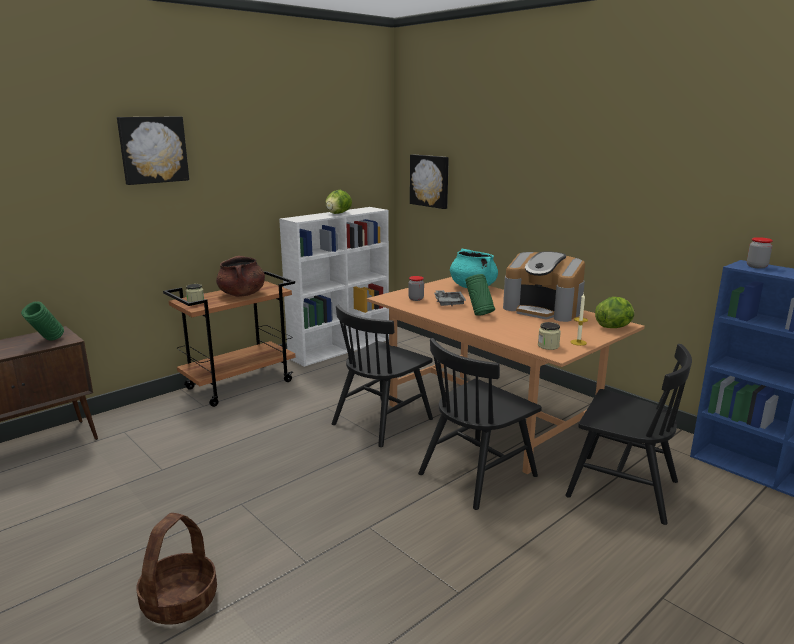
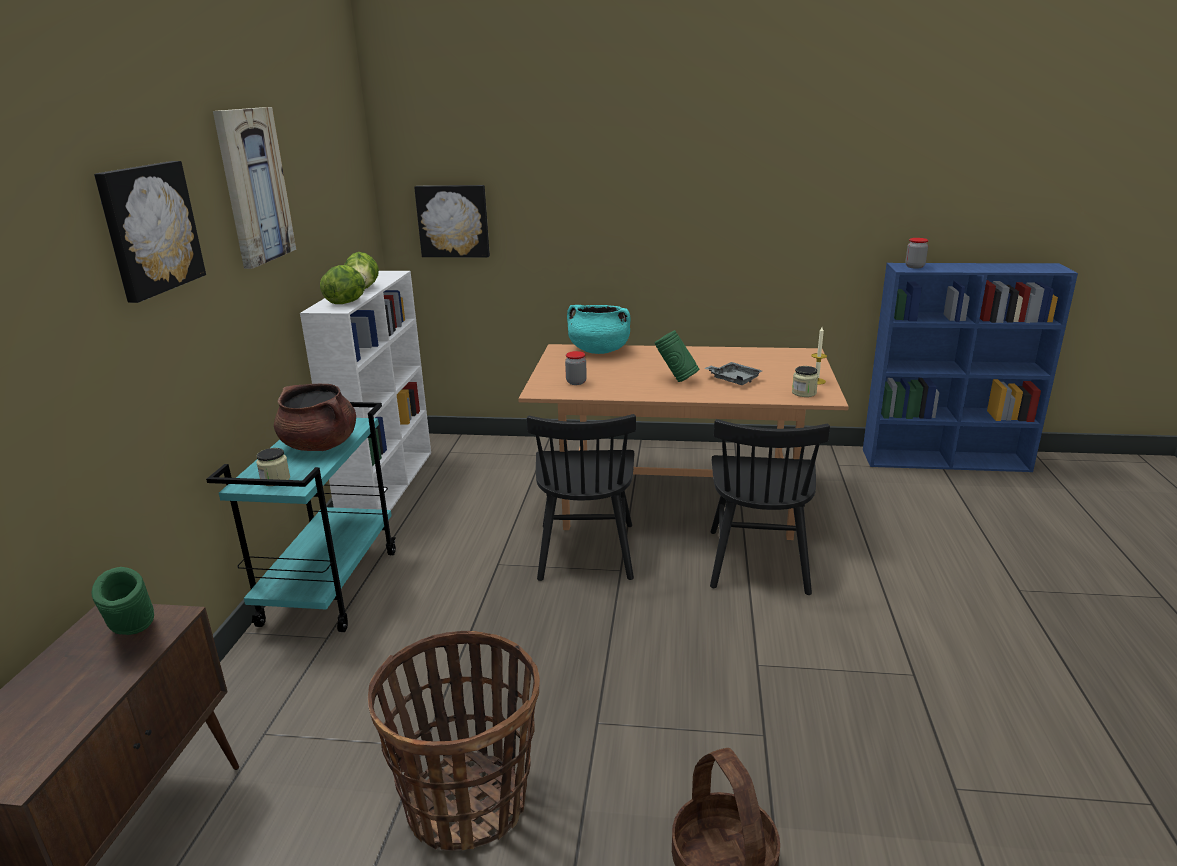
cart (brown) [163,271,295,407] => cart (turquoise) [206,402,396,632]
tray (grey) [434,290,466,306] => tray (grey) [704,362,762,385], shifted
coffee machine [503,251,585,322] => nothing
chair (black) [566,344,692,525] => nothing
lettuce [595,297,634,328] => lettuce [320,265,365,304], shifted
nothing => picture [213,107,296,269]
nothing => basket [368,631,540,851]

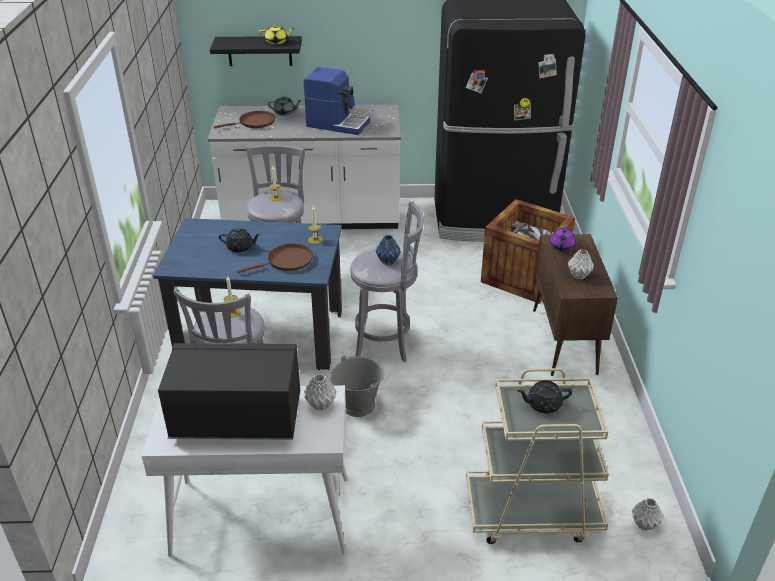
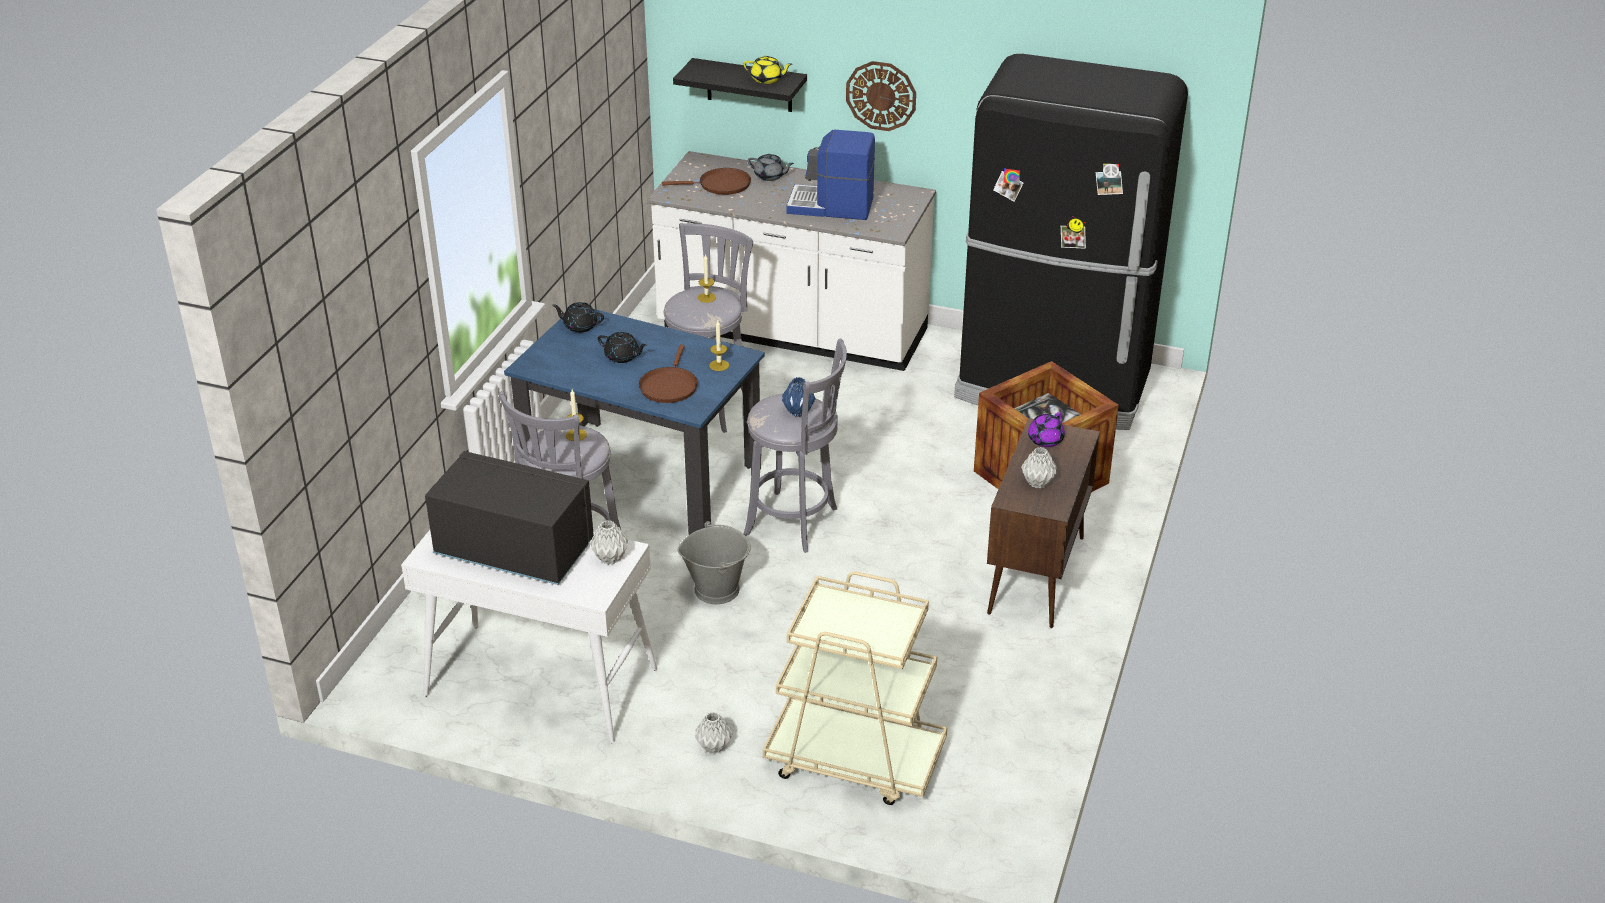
frying pan (brown) [237,244,313,273] => frying pan (brown) [639,345,698,403], 105 degrees clockwise
coffee machine [304,67,370,135] => coffee machine [786,130,875,220], 150 degrees clockwise
teapot (black) [517,380,572,413] => teapot (black) [552,302,604,333], shifted
vase (grey) [632,498,663,531] => vase (grey) [695,712,732,754], shifted
nothing => wall clock [846,61,916,131]

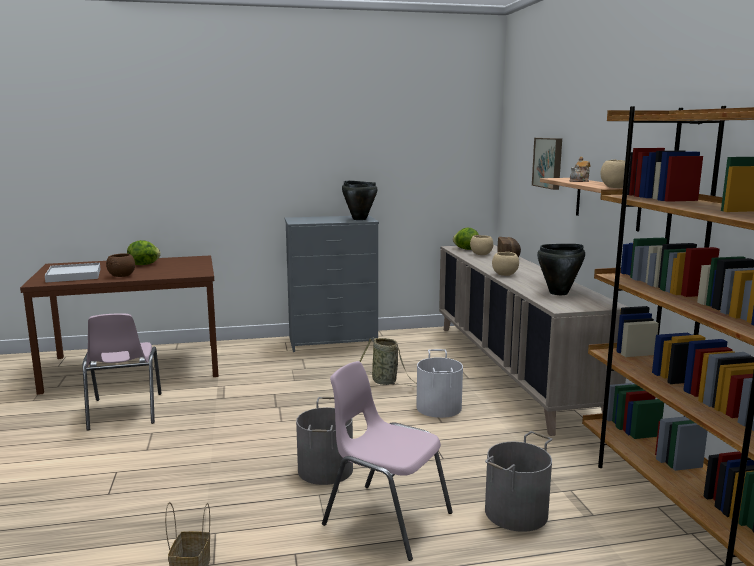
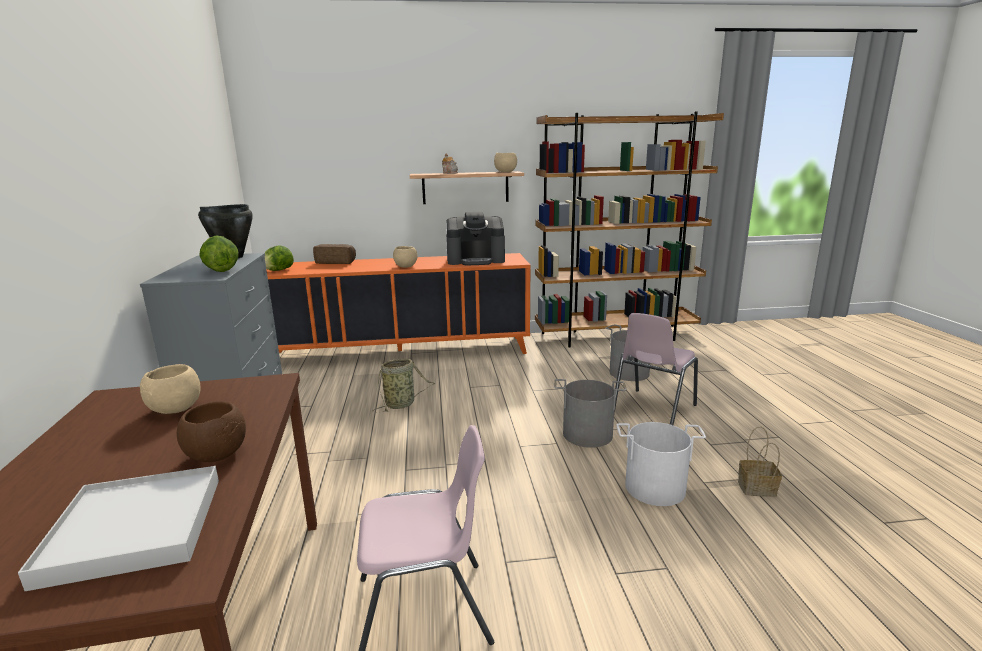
lettuce [127,240,161,265] => lettuce [199,236,239,272], shifted
bucket (white) [416,349,463,418] => bucket (white) [617,422,706,506], shifted
cabinet (beige) [439,245,627,436] => cabinet (orange) [266,253,530,354]
bowl (beige) [470,235,493,255] => bowl (beige) [140,364,201,414], shifted
picture [532,138,562,190] => nothing
cooking pot (black) [537,244,585,295] => coffee machine [446,212,505,265]

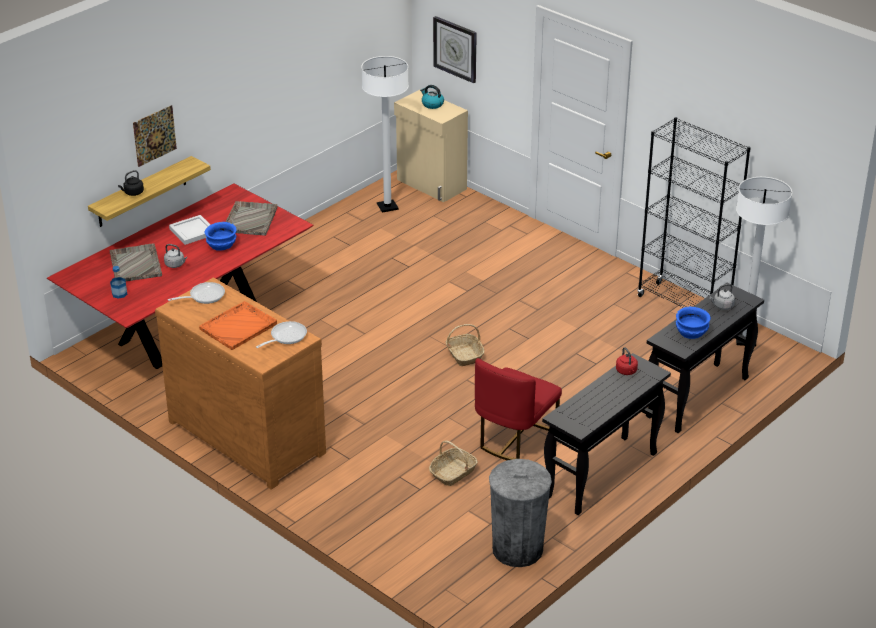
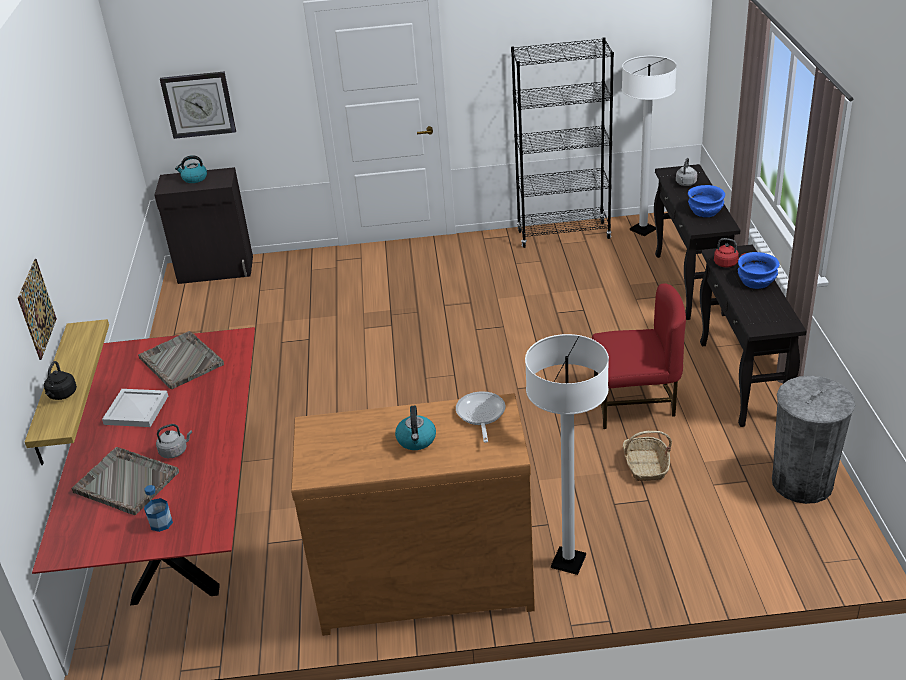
frying pan [168,282,225,304] => nothing
tray (orange) [199,301,277,350] => kettle [395,406,436,450]
bowl (blue) [205,222,237,251] => bowl (blue) [738,252,780,289], shifted
floor lamp (white) [361,56,409,213] => floor lamp (white) [525,334,609,575], shifted
cabinet (beige) [394,90,468,202] => cabinet (black) [154,167,253,284]
basket [446,324,485,366] => nothing
chair (red) [475,358,562,460] => chair (red) [592,283,686,429], 75 degrees counterclockwise

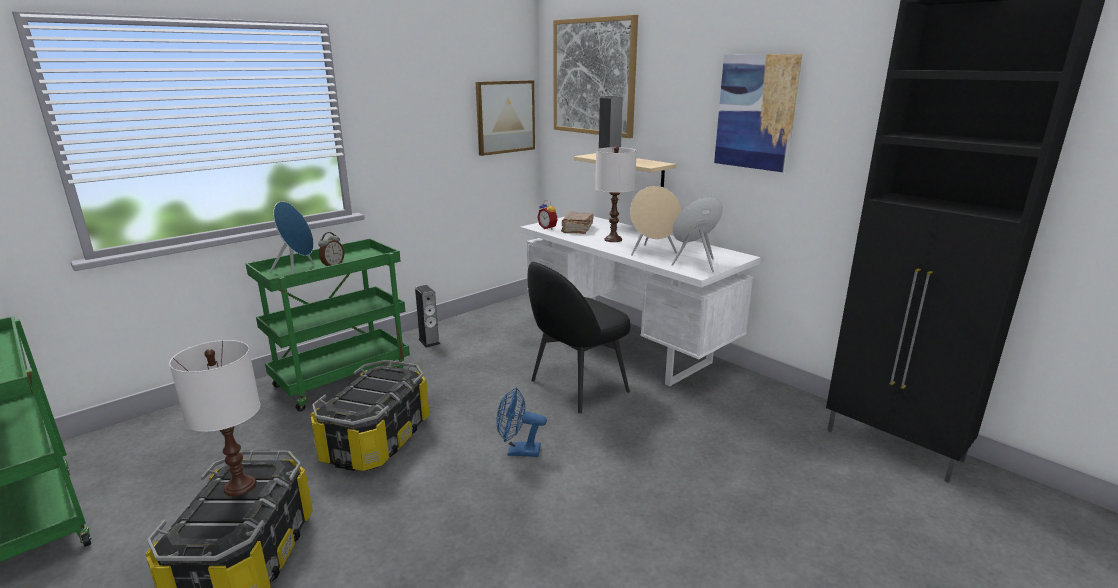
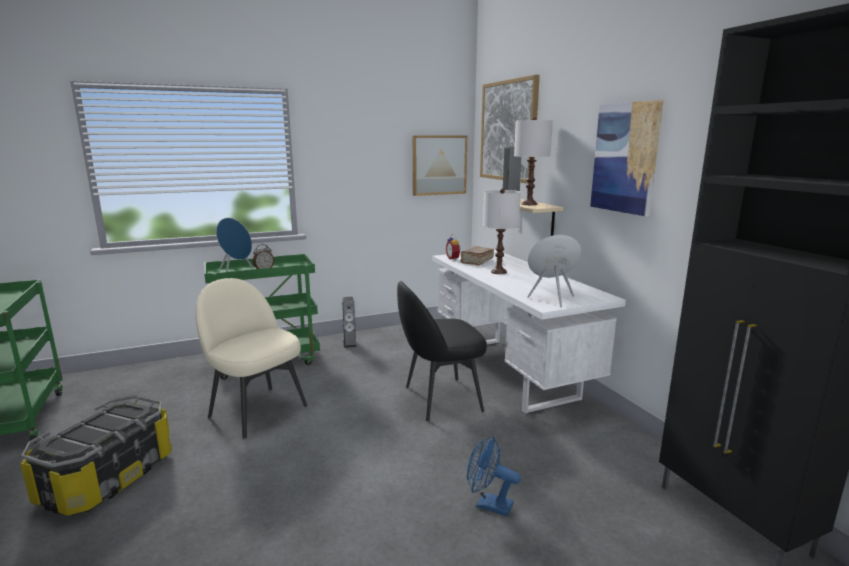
table lamp (white) [169,340,260,496] => table lamp (white) [514,117,553,205], shifted
storage box [310,360,430,471] => chair (beige) [196,278,308,439]
fan (blue) [496,387,547,457] => fan (blue) [467,436,521,517], shifted
speaker (beige) [630,186,681,256] => nothing

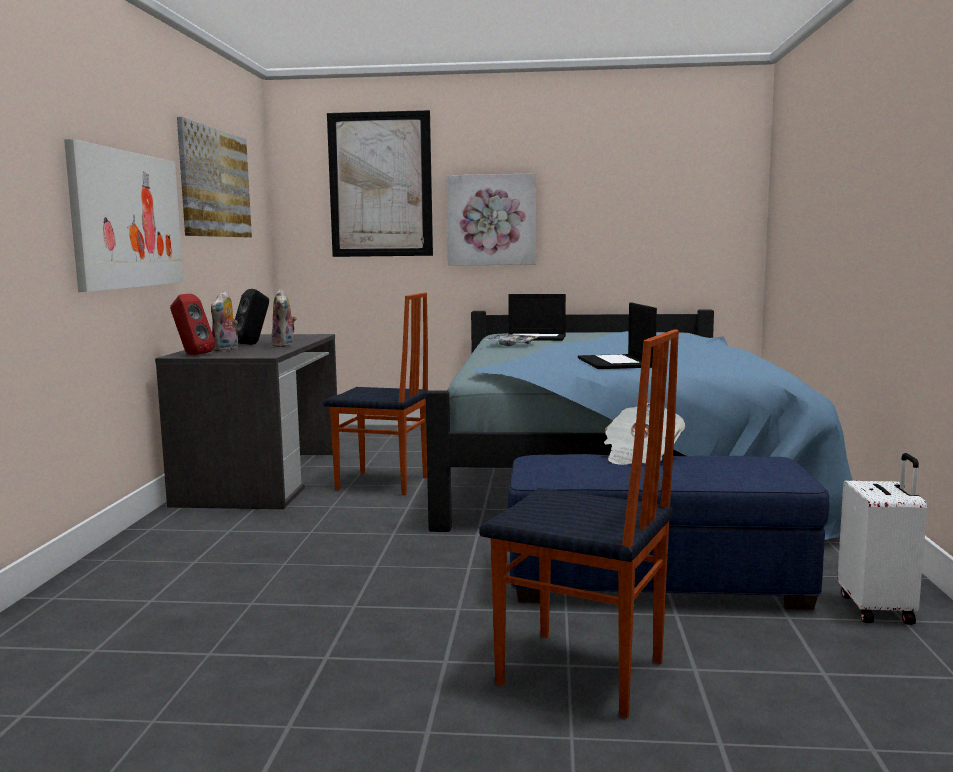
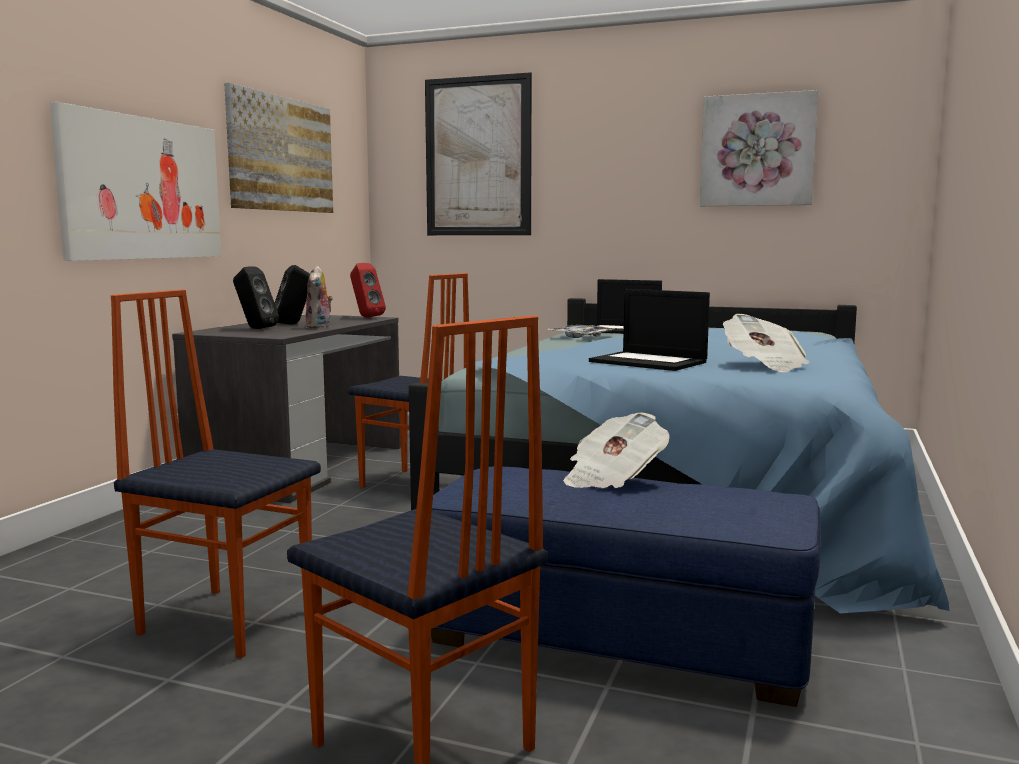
speaker (red) [170,294,215,355] => speaker (red) [350,263,386,318], shifted
plush toy [211,291,238,351] => speaker (black) [233,266,279,329]
picture [446,173,536,266] => picture [700,90,818,206], shifted
laptop [578,302,657,369] => laptop [589,289,710,371], 60 degrees counterclockwise
suitcase (white) [837,453,927,625] => nothing
nothing => chair [111,289,321,658]
nothing => newspaper [723,314,810,372]

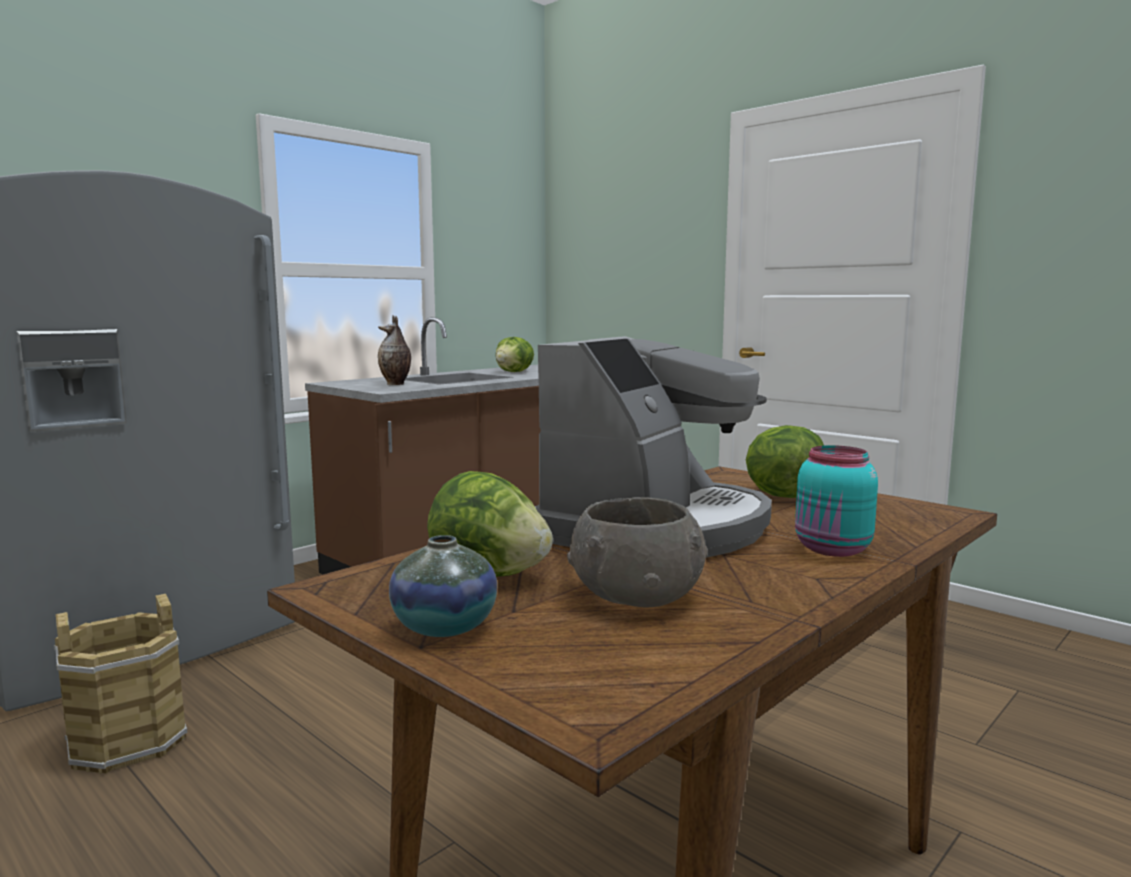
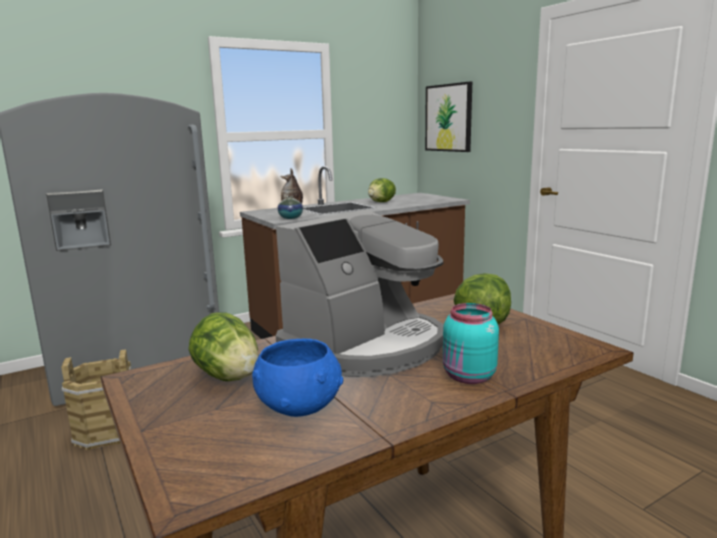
vase [389,535,497,637] => vase [278,196,303,219], shifted
bowl (grey) [567,497,708,608] => bowl (blue) [252,339,343,417]
nothing => picture [425,82,472,152]

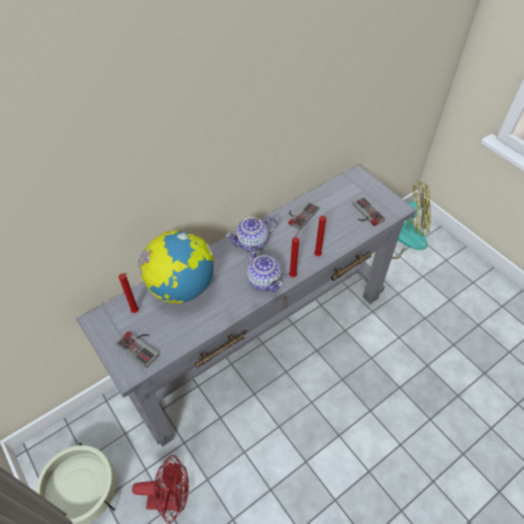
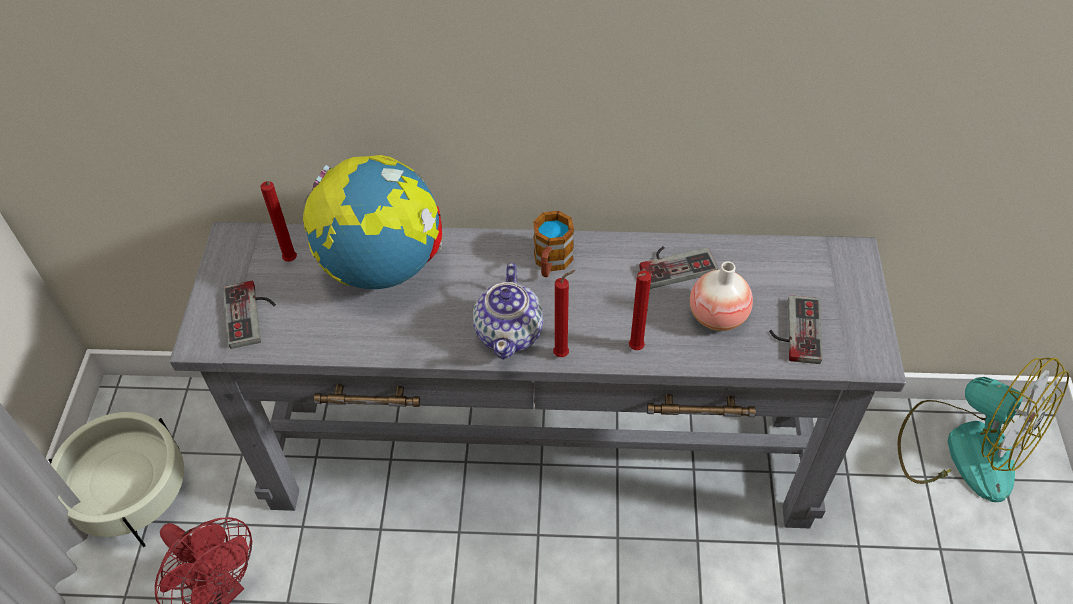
teapot [226,217,277,251] => mug [533,211,574,277]
nothing => vase [690,261,753,331]

